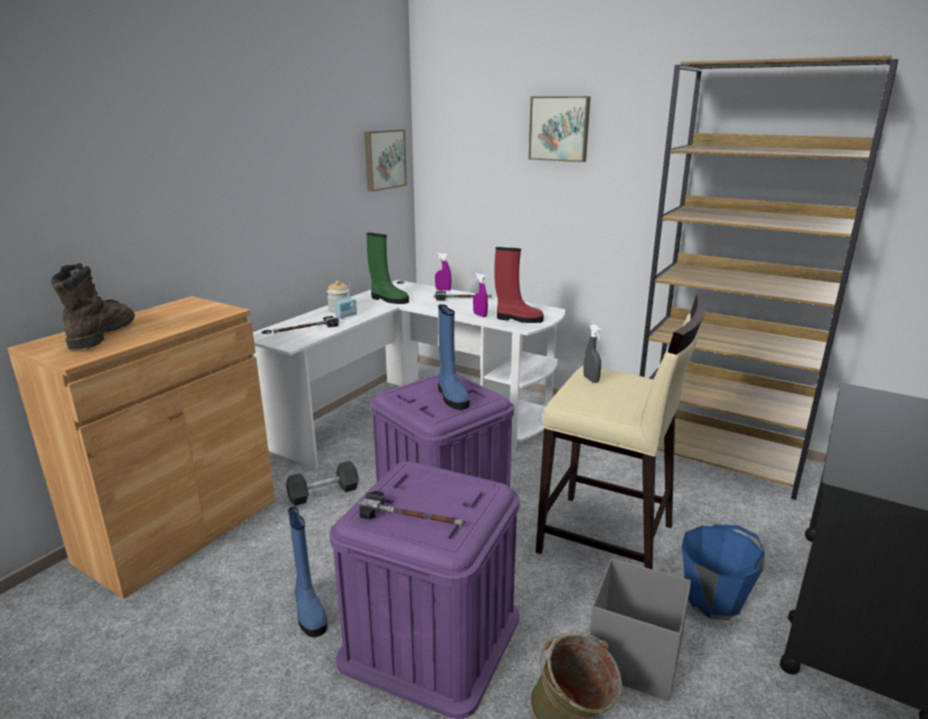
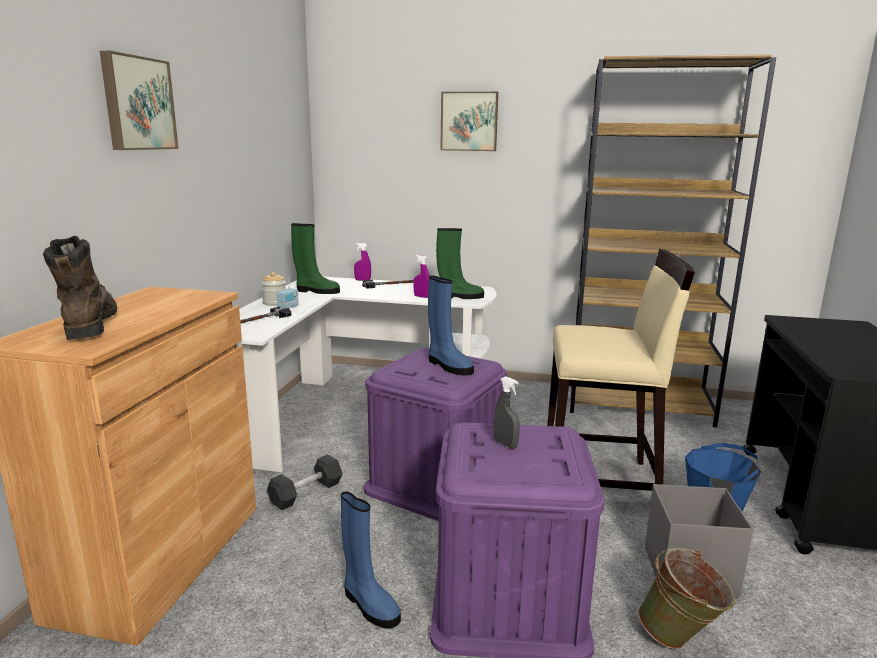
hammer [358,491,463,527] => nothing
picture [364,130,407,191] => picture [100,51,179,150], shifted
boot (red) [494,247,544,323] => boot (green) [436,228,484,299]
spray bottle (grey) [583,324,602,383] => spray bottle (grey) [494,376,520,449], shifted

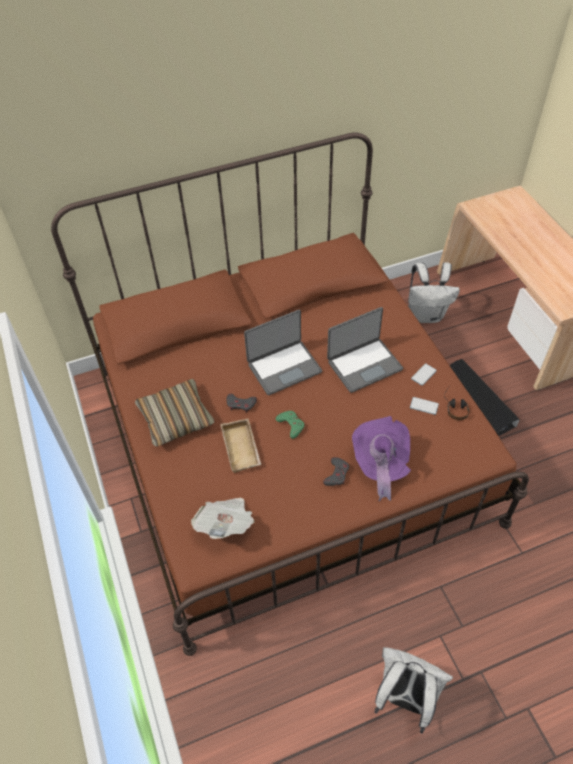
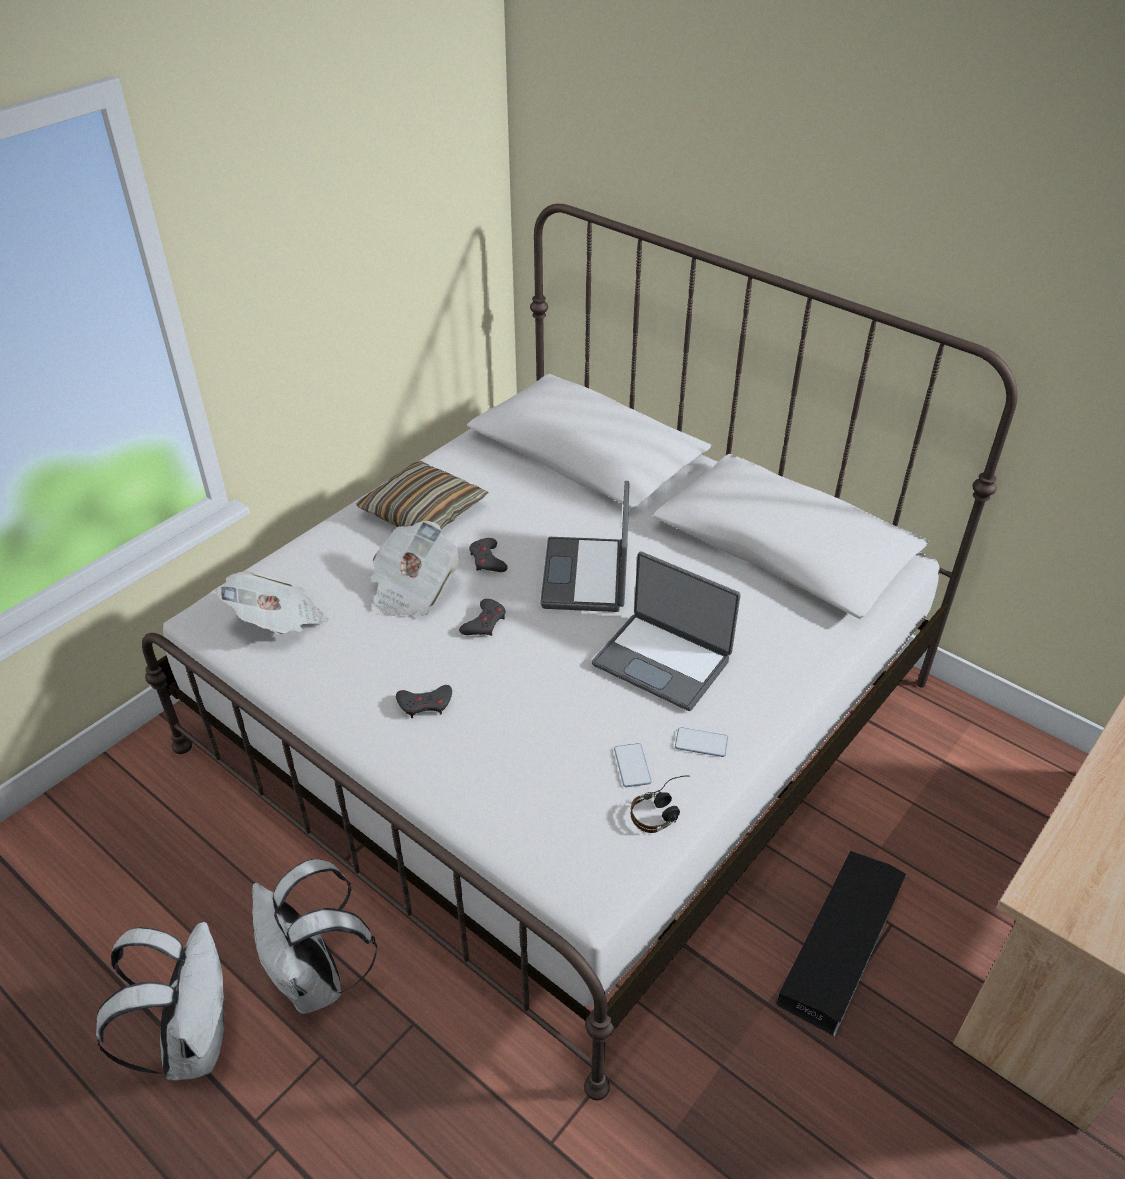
bed (brown) [51,132,529,656] => bed (white) [142,204,1018,1101]
tray (beige) [220,418,262,473] => newspaper [370,521,459,616]
laptop [244,310,322,395] => laptop [540,481,629,612], 60 degrees clockwise
game controller (green) [276,411,304,439] => game controller (grey) [459,599,506,636]
hat (purple) [352,416,411,501] => nothing
backpack (white) [408,262,460,323] => backpack (white) [252,859,377,1014], shifted

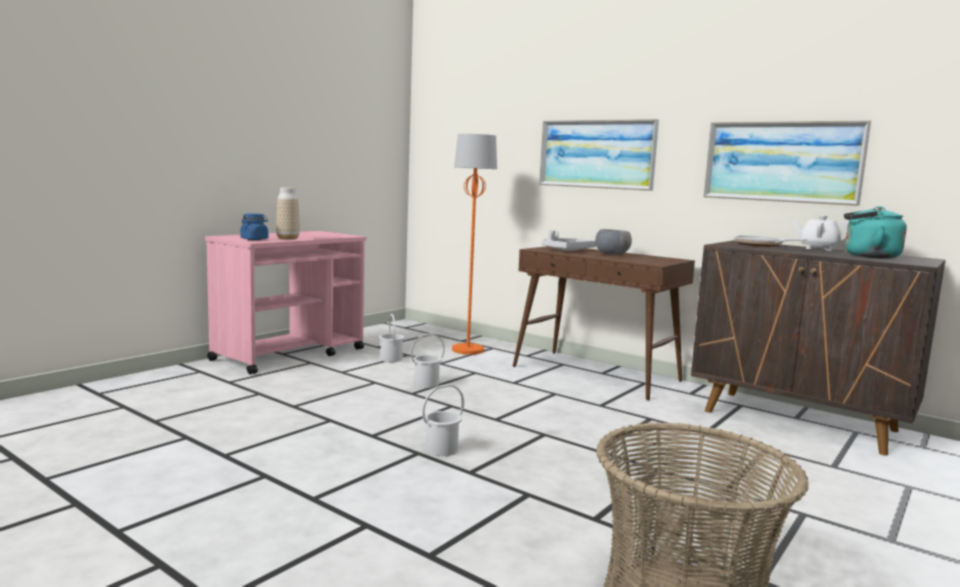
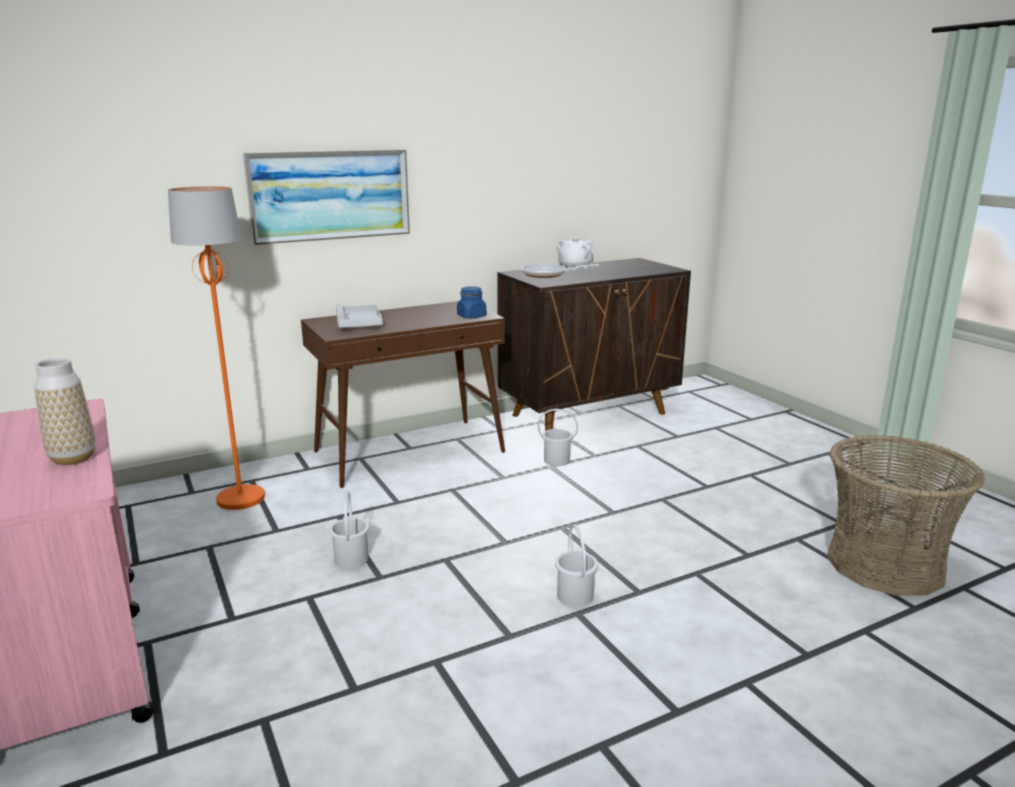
jar (blue) [240,213,268,240] => jar (blue) [457,286,486,318], shifted
bucket (white) [379,314,405,362] => bucket (white) [538,409,578,466], shifted
bowl (grey) [595,229,632,255] => nothing
picture [704,120,871,206] => nothing
kettle (turquoise) [844,206,907,259] => nothing

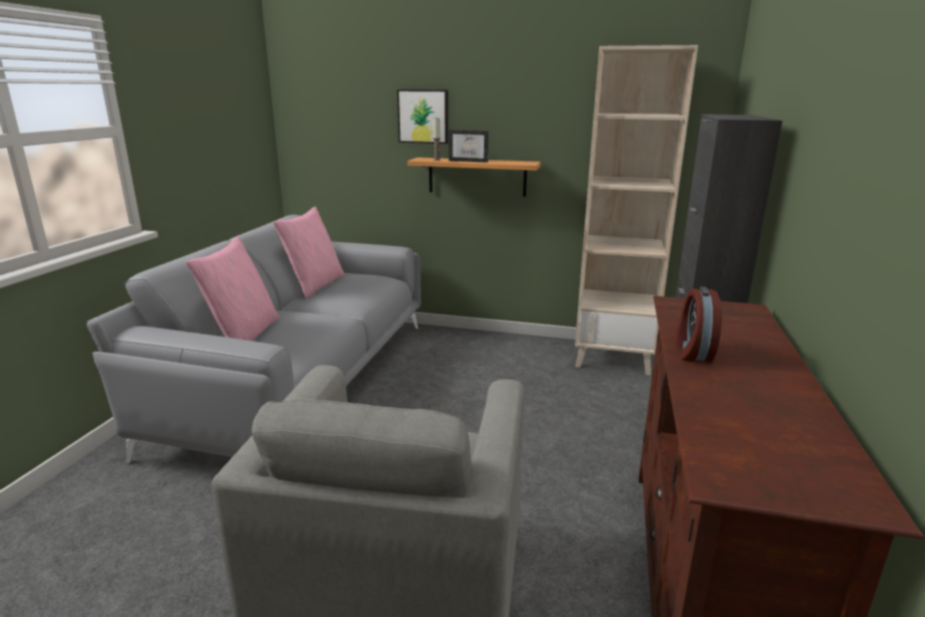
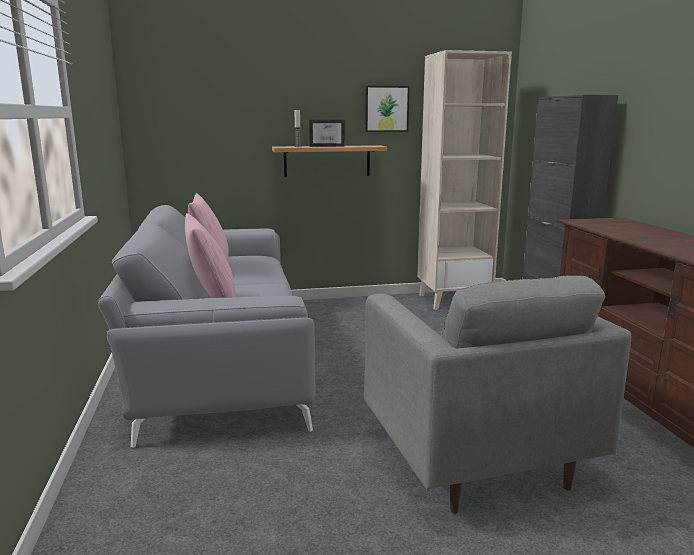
picture [397,89,448,144] => picture [365,86,409,132], shifted
alarm clock [673,287,722,362] => nothing

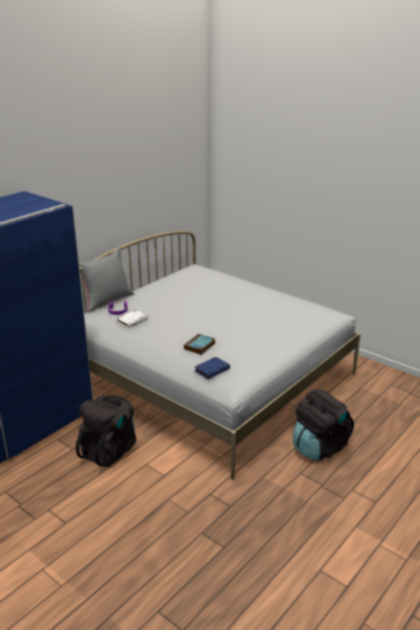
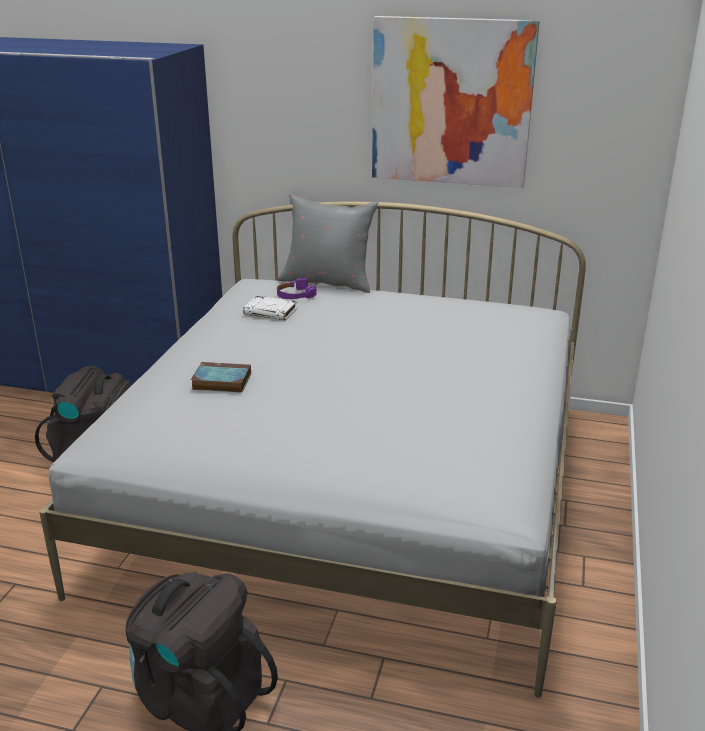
book (blue) [195,357,230,379] => nothing
nothing => picture [372,16,539,188]

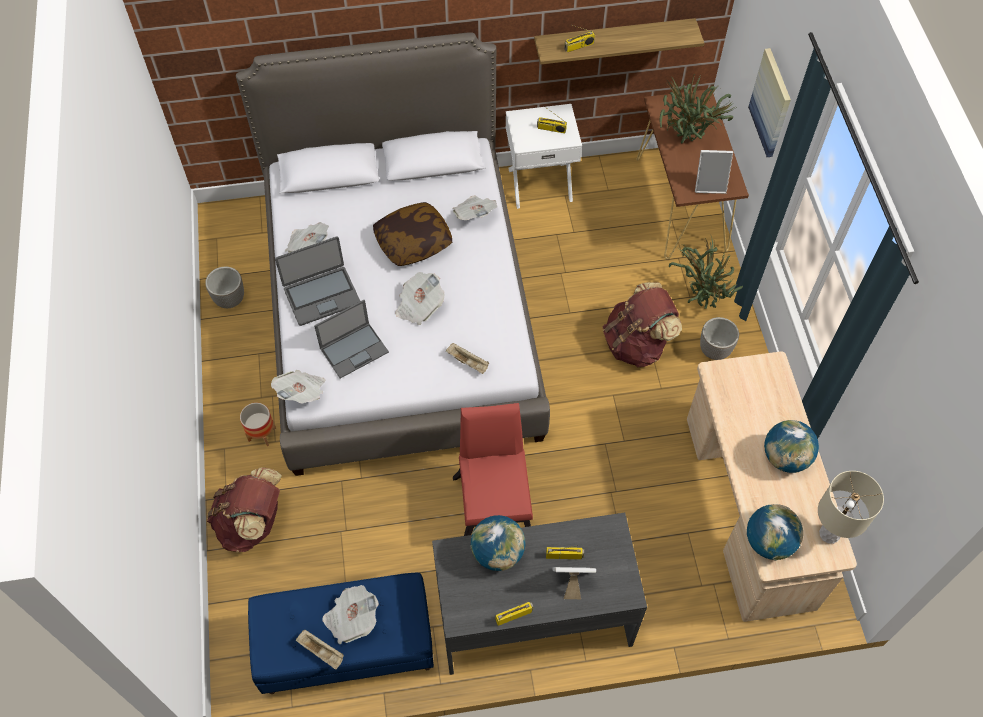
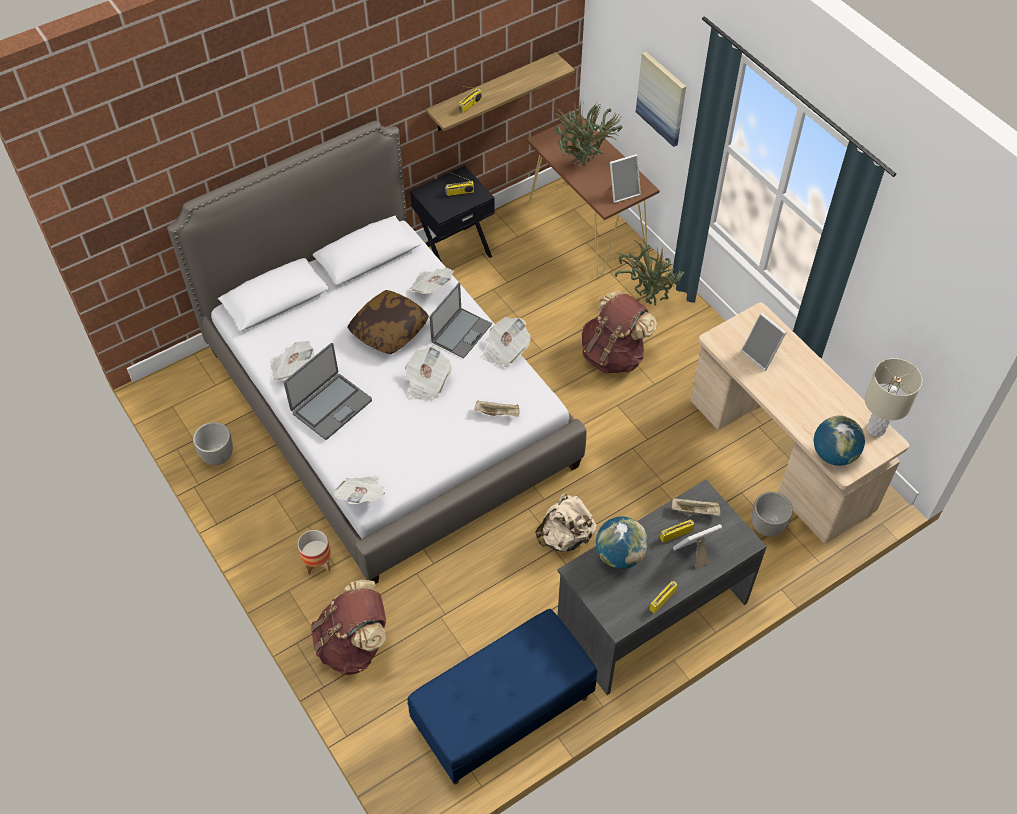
tray (beige) [296,630,344,670] => tray (beige) [672,498,720,516], shifted
laptop [314,300,389,378] => laptop [429,282,492,358], shifted
newspaper [322,585,379,644] => newspaper [482,317,531,367], shifted
chair (red) [453,403,533,536] => backpack (beige) [535,493,597,552]
nightstand (white) [506,104,582,209] => nightstand (black) [410,166,495,261]
planter [700,317,739,360] => planter [752,492,793,537], shifted
globe [764,420,819,473] => nothing
nothing => picture frame [741,313,787,371]

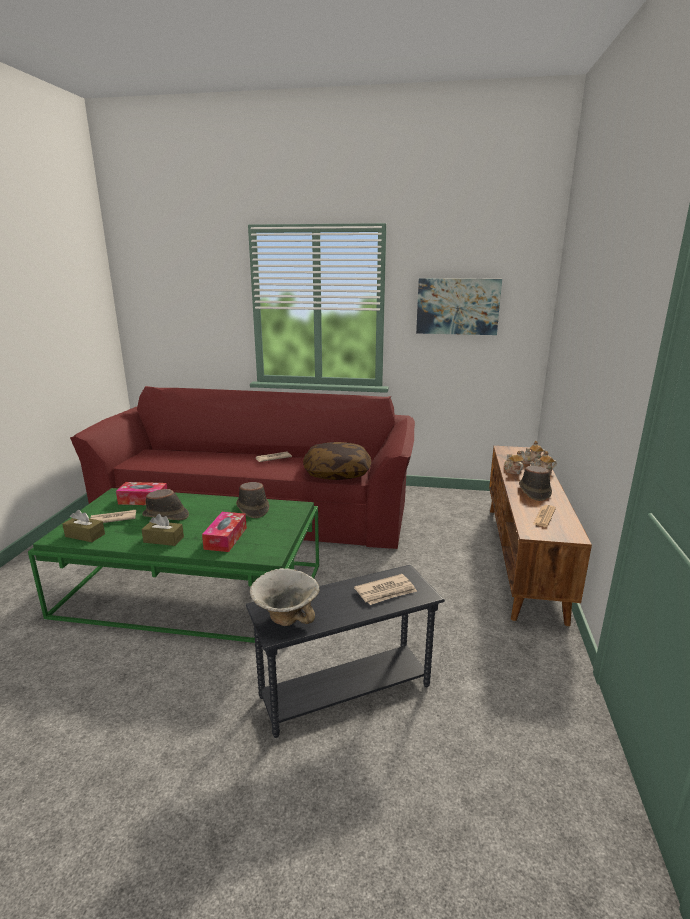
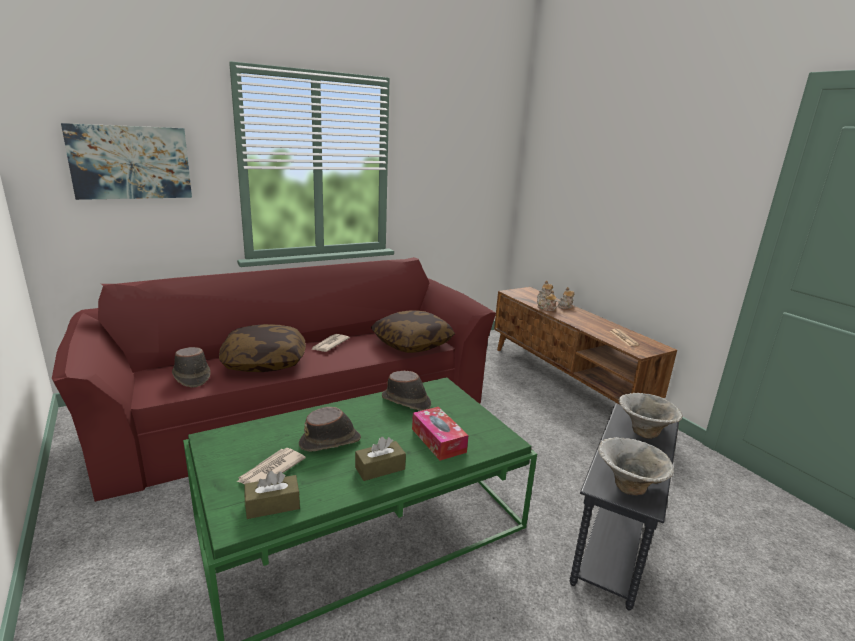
tissue box [116,482,167,505] => nothing
newspaper [354,574,417,605] => bowl [619,393,683,439]
picture [416,278,502,335] => picture [61,123,192,200], shifted
hat (brown) [519,466,552,501] => hat (brown) [172,347,211,388], shifted
nothing => pillow [219,324,306,372]

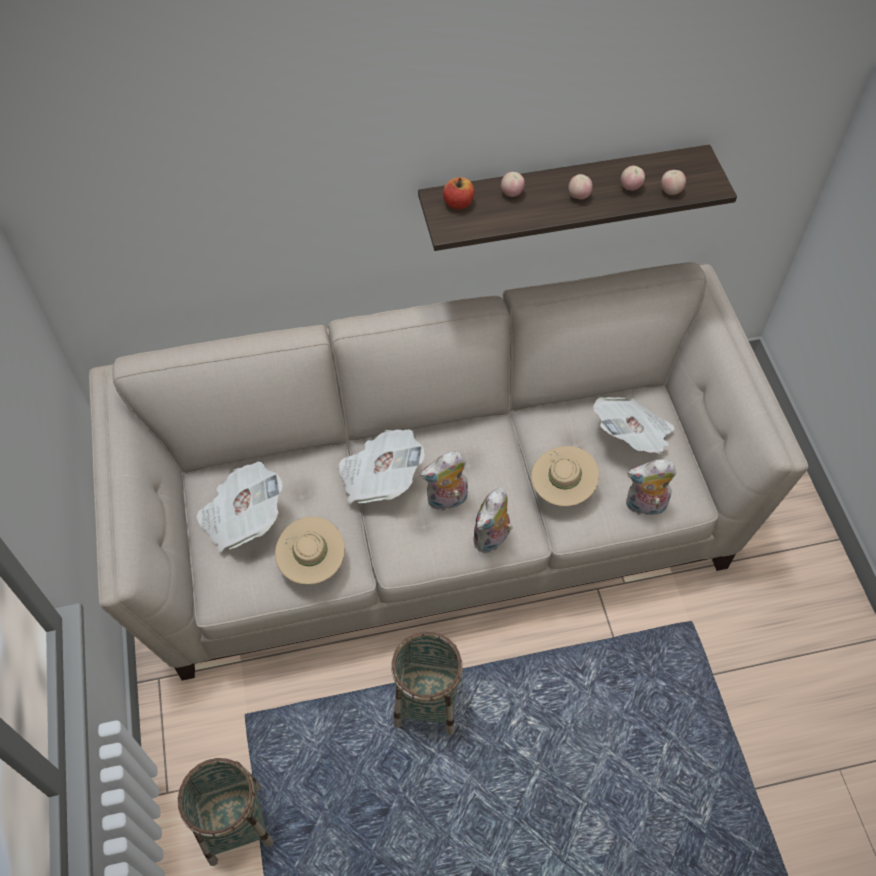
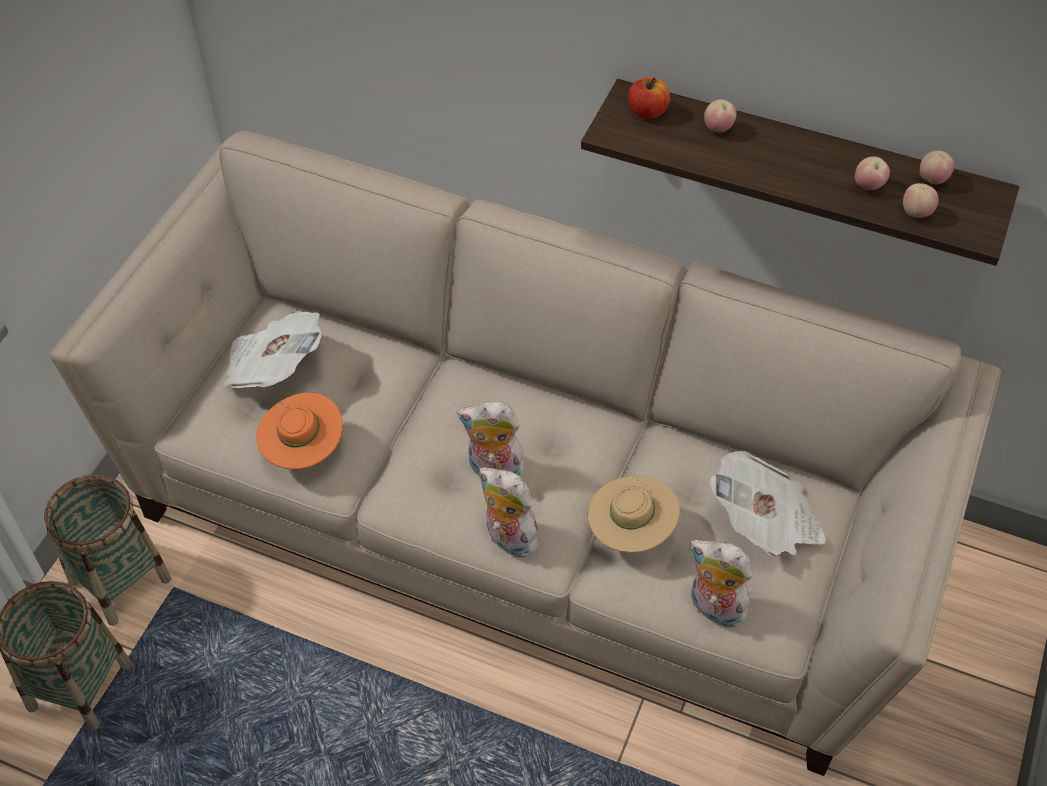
hat (beige) [275,517,345,585] => hat (orange) [256,392,343,469]
newspaper [338,429,425,503] => nothing
basket [391,632,462,735] => basket [44,474,172,626], shifted
plush toy [473,488,513,553] => plush toy [480,467,541,558], 60 degrees clockwise
apple [568,174,593,199] => apple [920,150,954,185], shifted

